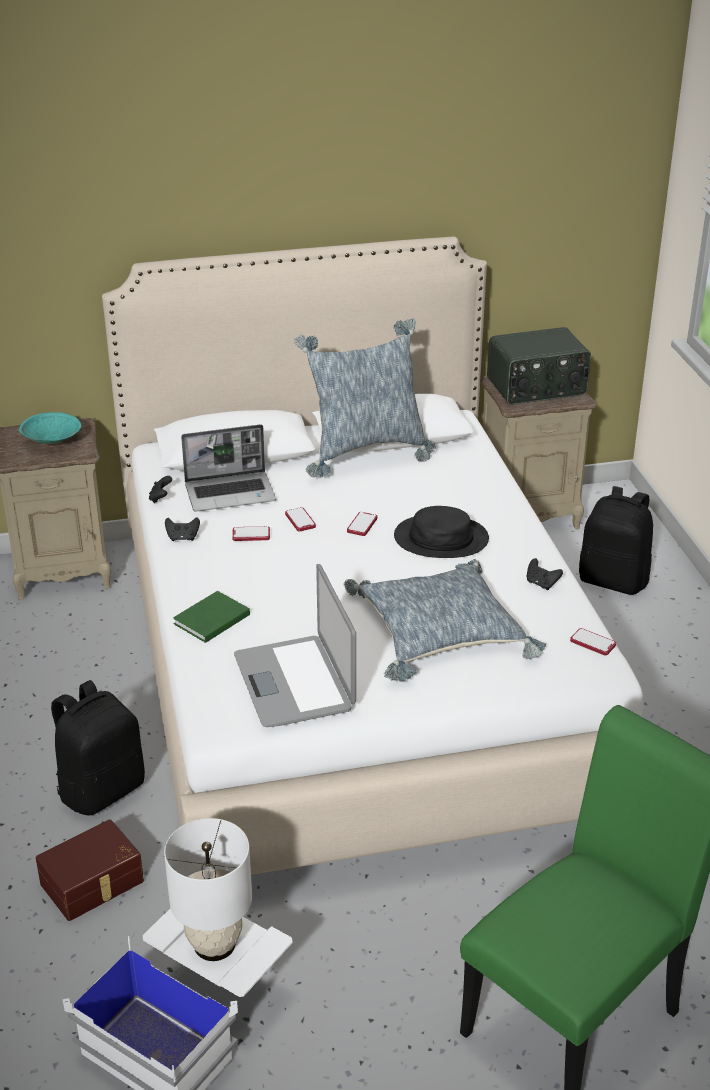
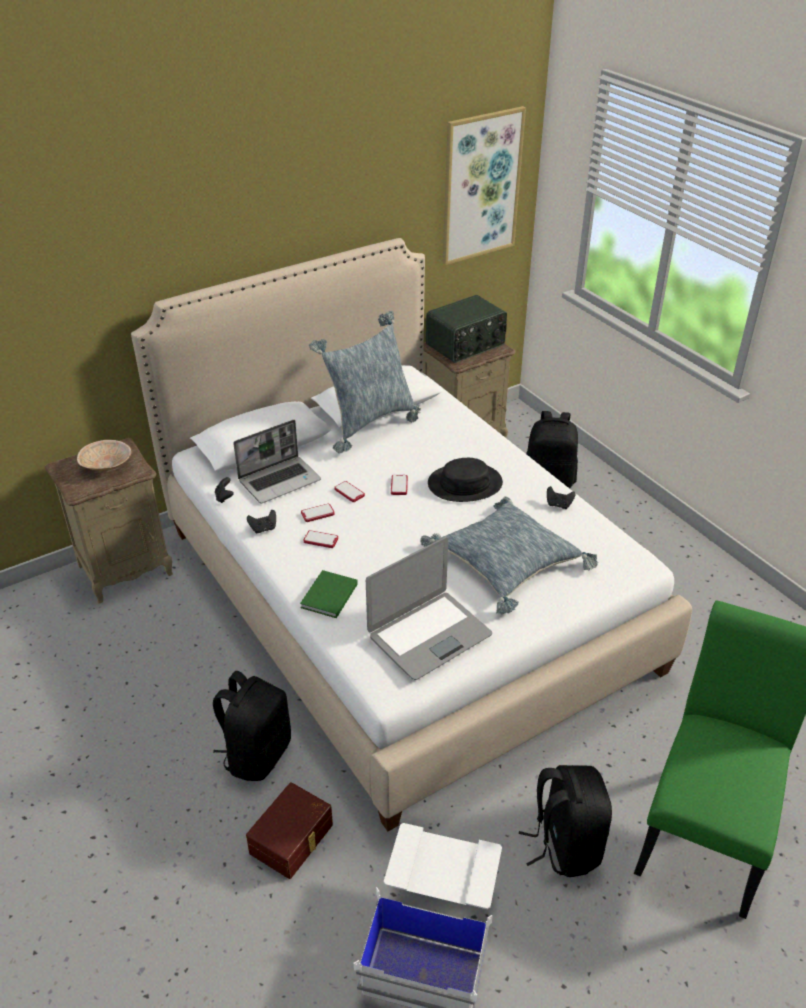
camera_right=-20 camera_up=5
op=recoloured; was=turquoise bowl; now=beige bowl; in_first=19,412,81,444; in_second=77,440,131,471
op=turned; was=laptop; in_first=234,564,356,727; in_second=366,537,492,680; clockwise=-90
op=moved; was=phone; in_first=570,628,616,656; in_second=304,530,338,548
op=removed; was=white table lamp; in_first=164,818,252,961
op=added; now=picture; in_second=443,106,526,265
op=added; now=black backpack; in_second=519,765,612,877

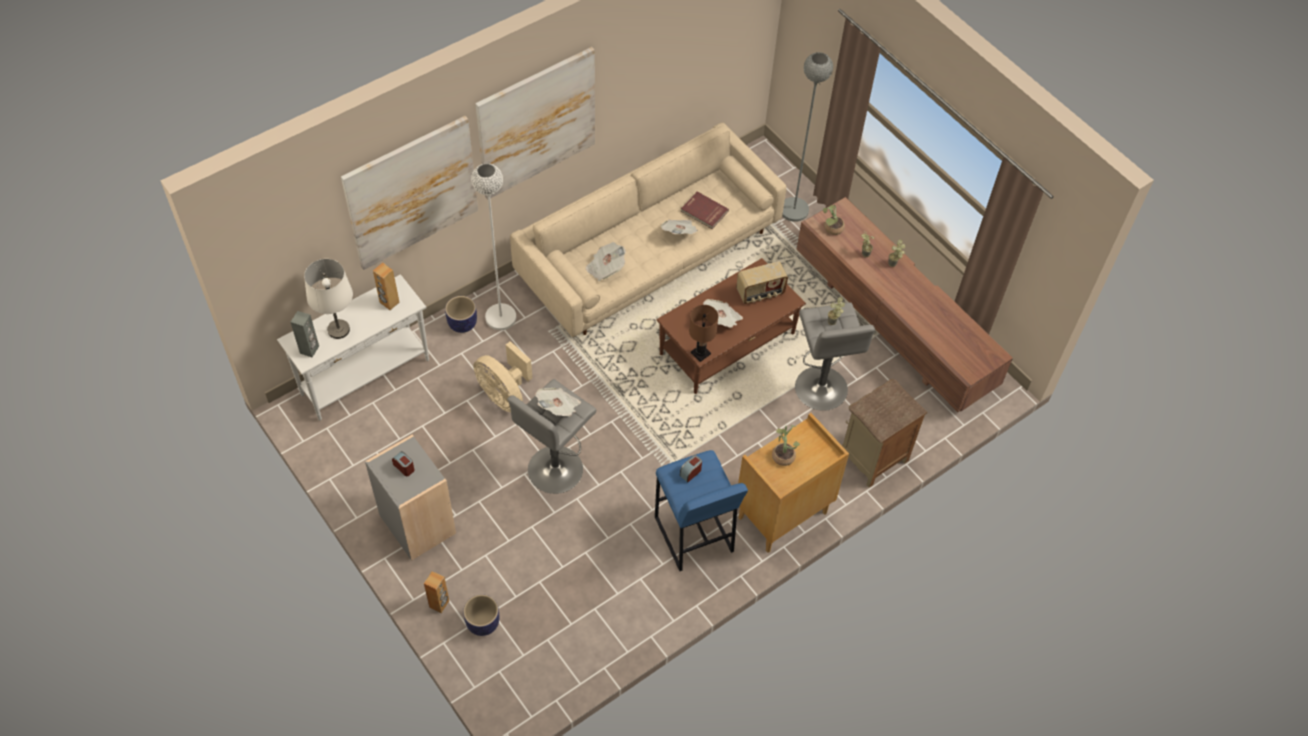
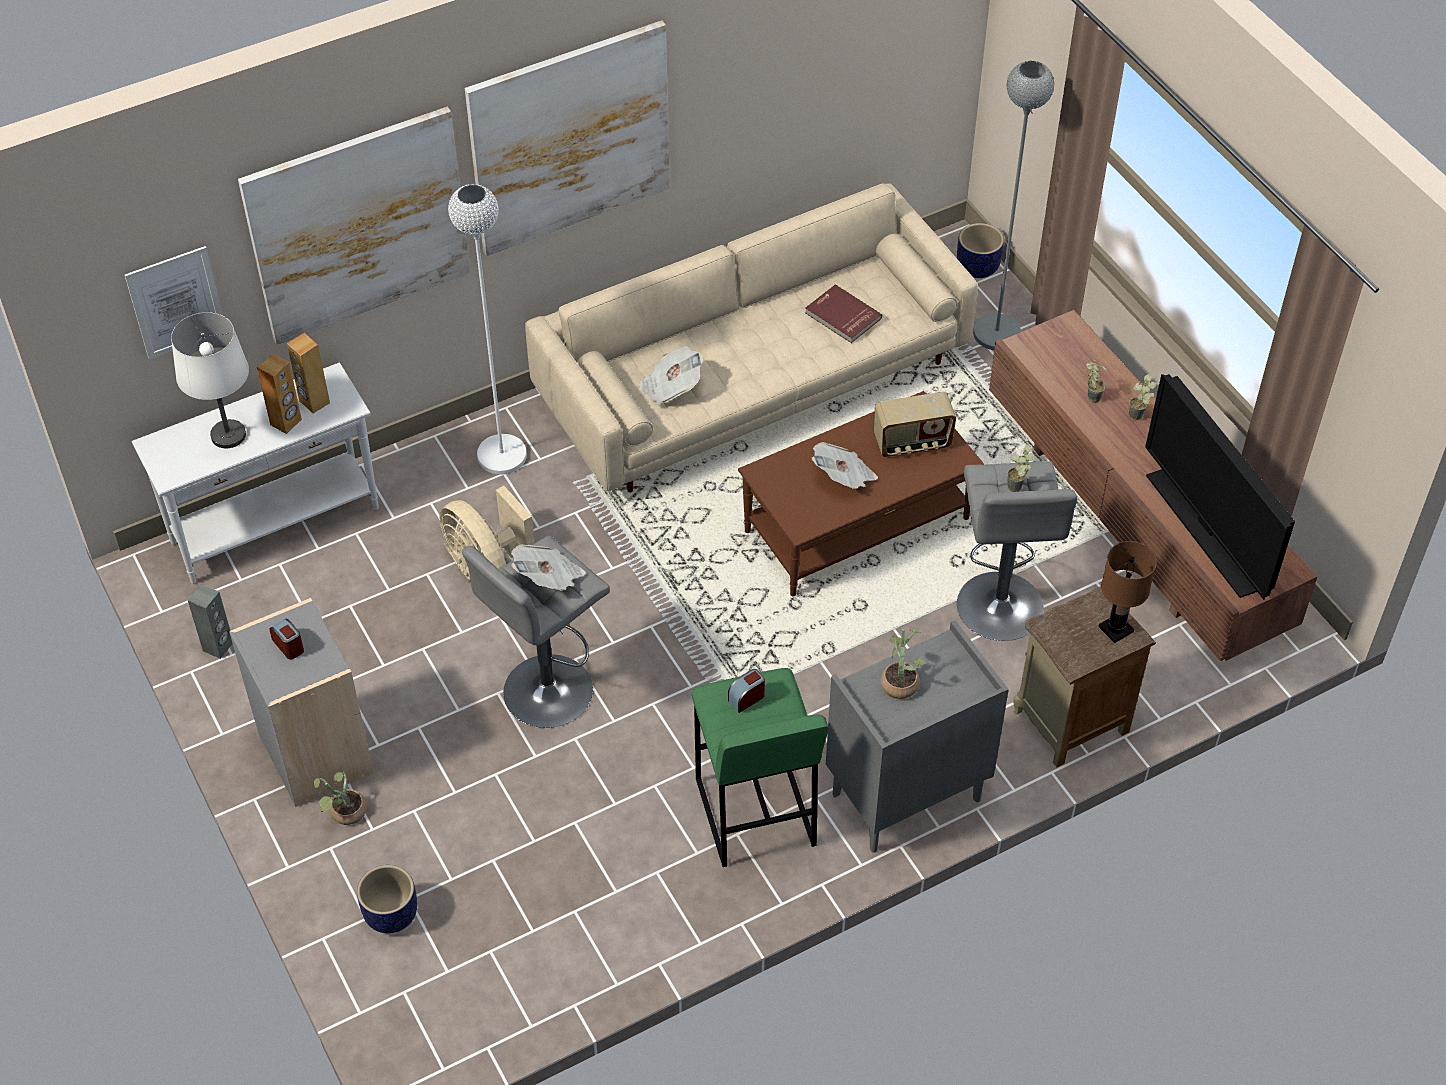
camera_right=10 camera_up=-5
op=moved; was=potted plant; in_first=823,205,845,235; in_second=314,772,367,825
op=removed; was=newspaper; in_first=661,219,698,234
op=moved; was=planter; in_first=445,296,477,333; in_second=957,223,1004,278
op=moved; was=brown table lamp; in_first=689,305,718,362; in_second=1099,541,1156,643
op=moved; was=grey speaker; in_first=291,311,319,357; in_second=188,585,233,659
op=recoloured; was=brown cabinet; now=grey cabinet; in_first=738,413,849,553; in_second=826,620,1009,853
op=recoloured; was=blue stool; now=green stool; in_first=655,450,748,571; in_second=692,668,829,867
op=moved; was=brown speaker; in_first=424,571,449,613; in_second=257,354,302,434
op=added; now=picture; in_second=125,246,223,359
op=added; now=television; in_second=1145,374,1295,600

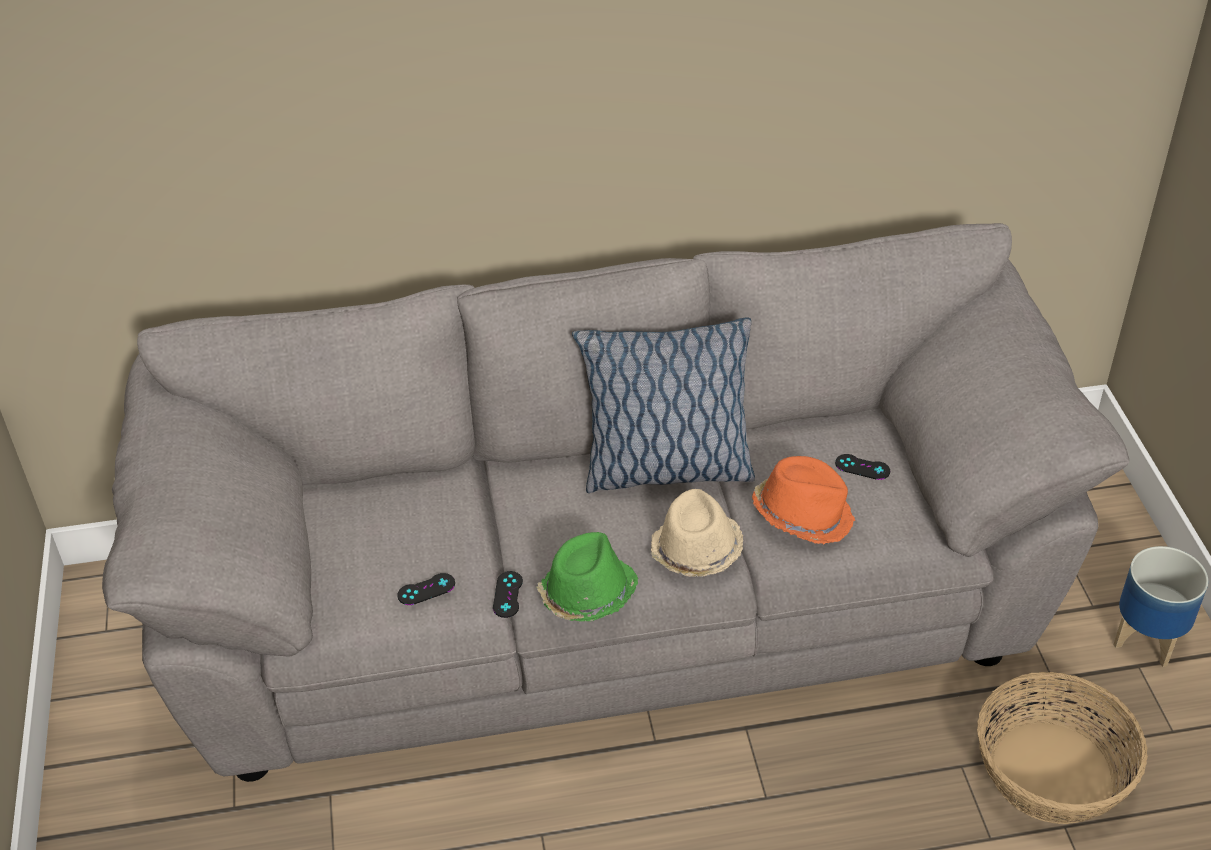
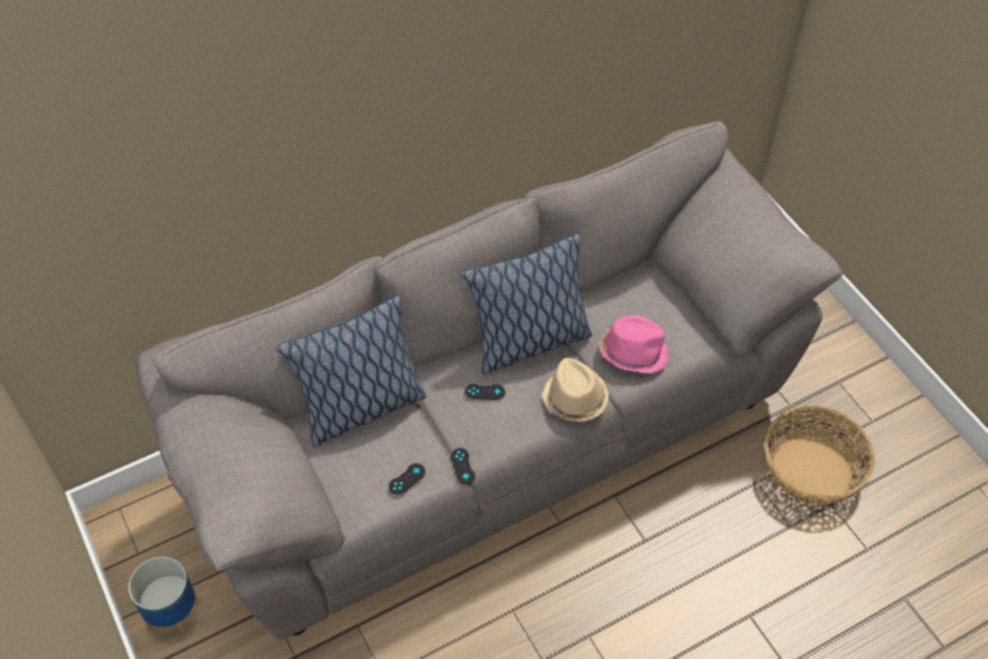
camera_right=-20 camera_up=10
op=moved; was=black game controller; in_first=835,454,890,480; in_second=465,384,505,400
op=recoloured; was=orange hat; now=pink hat; in_first=752,456,855,544; in_second=598,315,669,373
op=removed; was=green hat; in_first=536,532,638,622
op=moved; was=planter; in_first=1113,546,1208,667; in_second=128,556,200,637
op=added; now=pillow; in_second=276,295,427,447

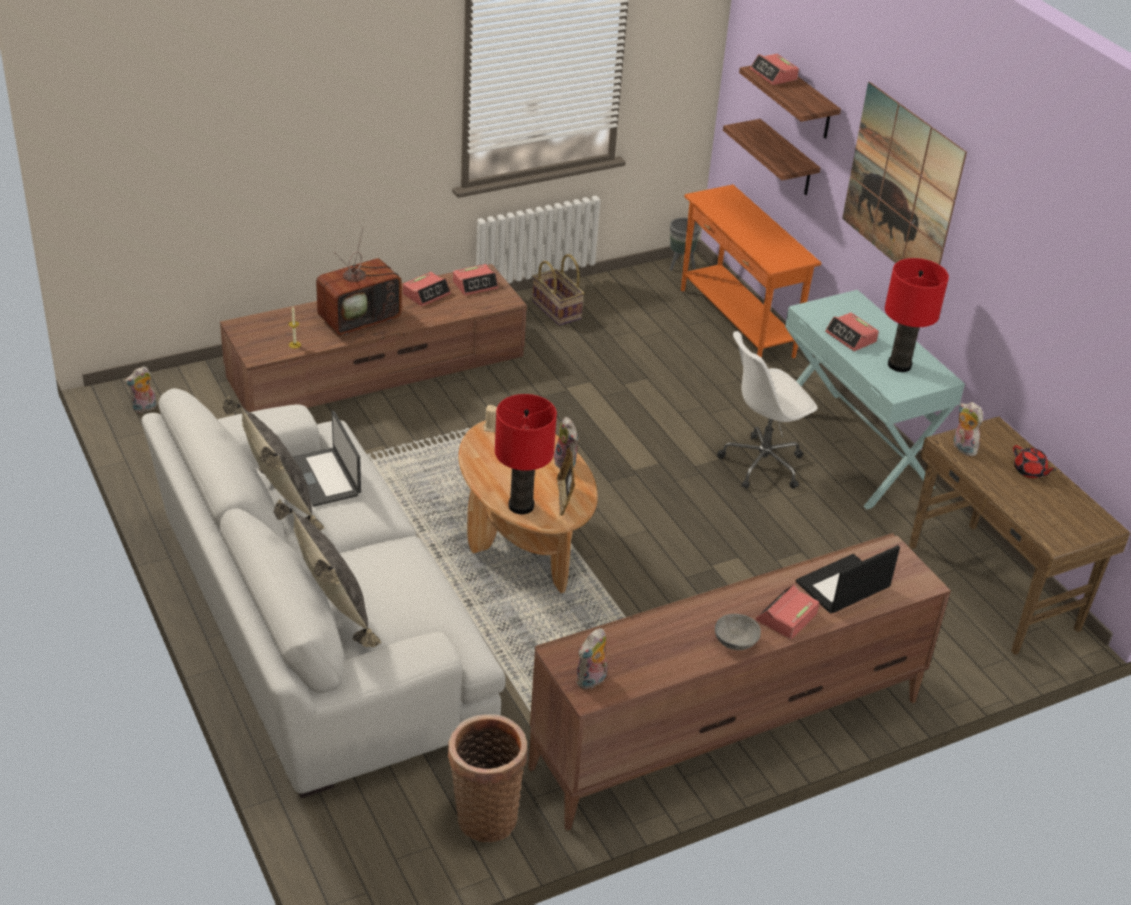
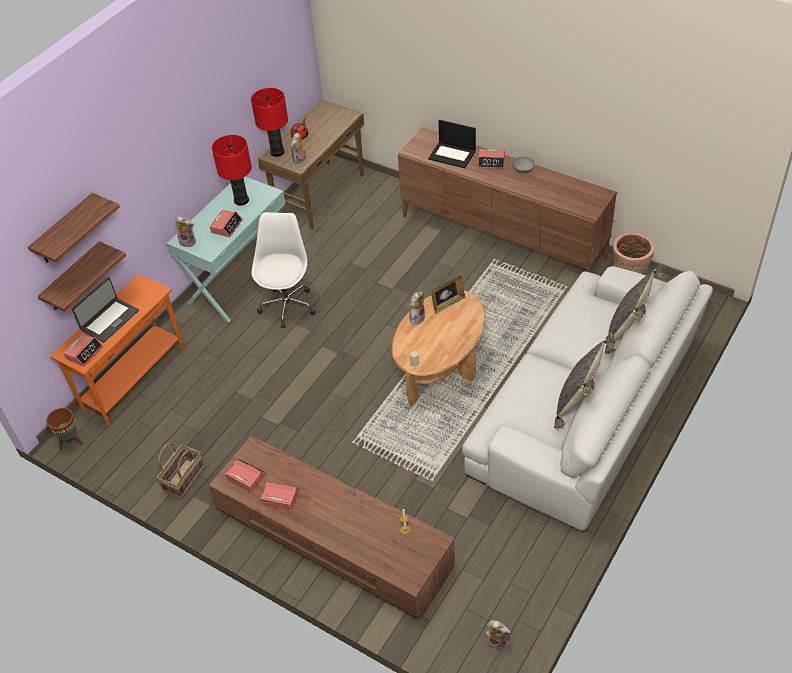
camera_right=-115 camera_up=10
op=moved; was=alarm clock; in_first=750,54,799,85; in_second=63,333,103,367
op=removed; was=picture; in_first=842,82,967,265
op=recoloured; was=grey planter; now=brown planter; in_first=670,218,701,271; in_second=46,408,83,450
op=removed; was=television; in_first=316,227,402,335
op=turned; was=white office chair; in_first=717,331,818,489; in_second=251,212,316,328; clockwise=-120
op=moved; was=red table lamp; in_first=495,394,557,514; in_second=251,88,288,157
op=moved; was=laptop; in_first=293,411,361,507; in_second=72,277,139,343
op=moved; was=plush toy; in_first=576,628,607,690; in_second=175,216,196,247

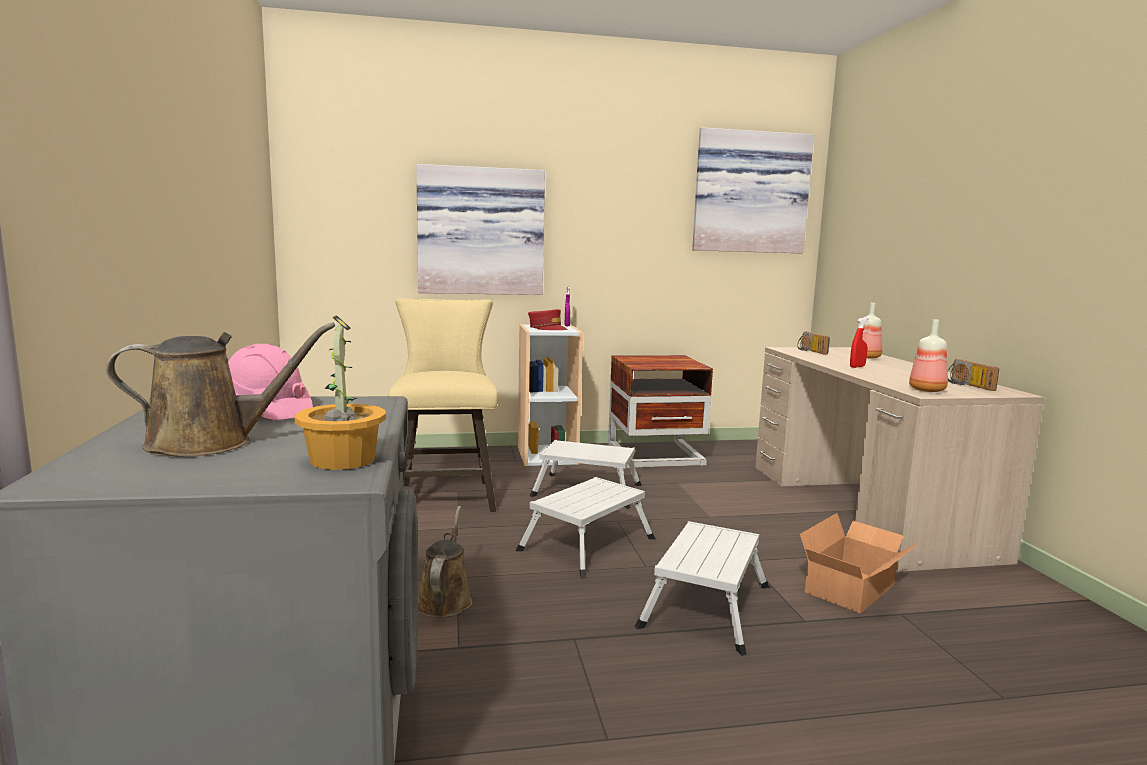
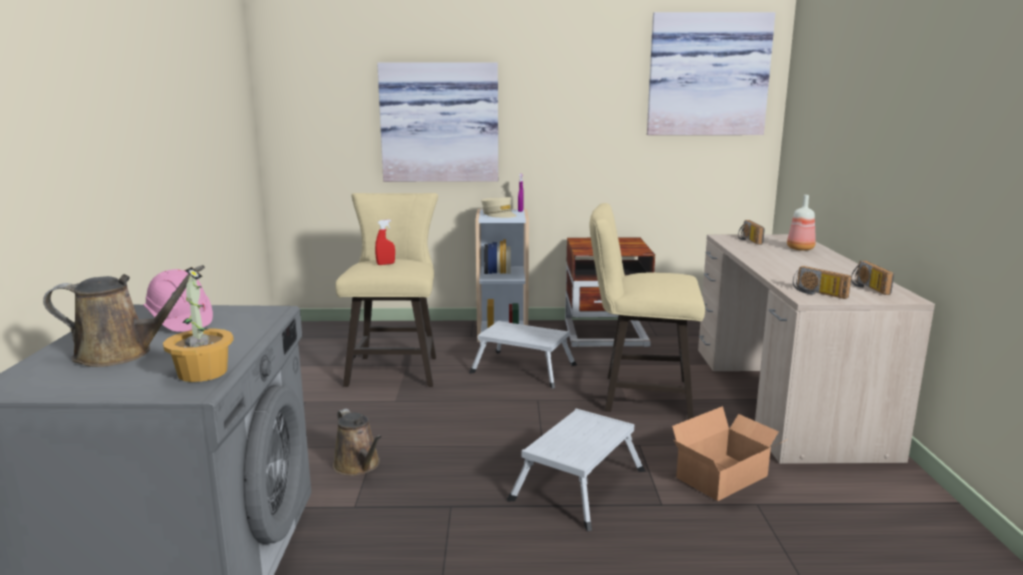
camera_right=10 camera_up=5
op=recoloured; was=red cap; now=beige cap; in_first=528,309,568,330; in_second=481,197,516,218
op=moved; was=red spray bottle; in_first=850,318,869,368; in_second=375,219,395,265
op=replaced; was=bottle; now=radio; in_first=909,319,948,392; in_second=793,266,851,299
op=removed; was=white step ladder; in_first=516,477,655,578
op=turned; was=brown watering can; in_first=418,506,472,618; in_second=333,408,382,476; clockwise=135
op=added; now=beige stool; in_second=589,203,705,419

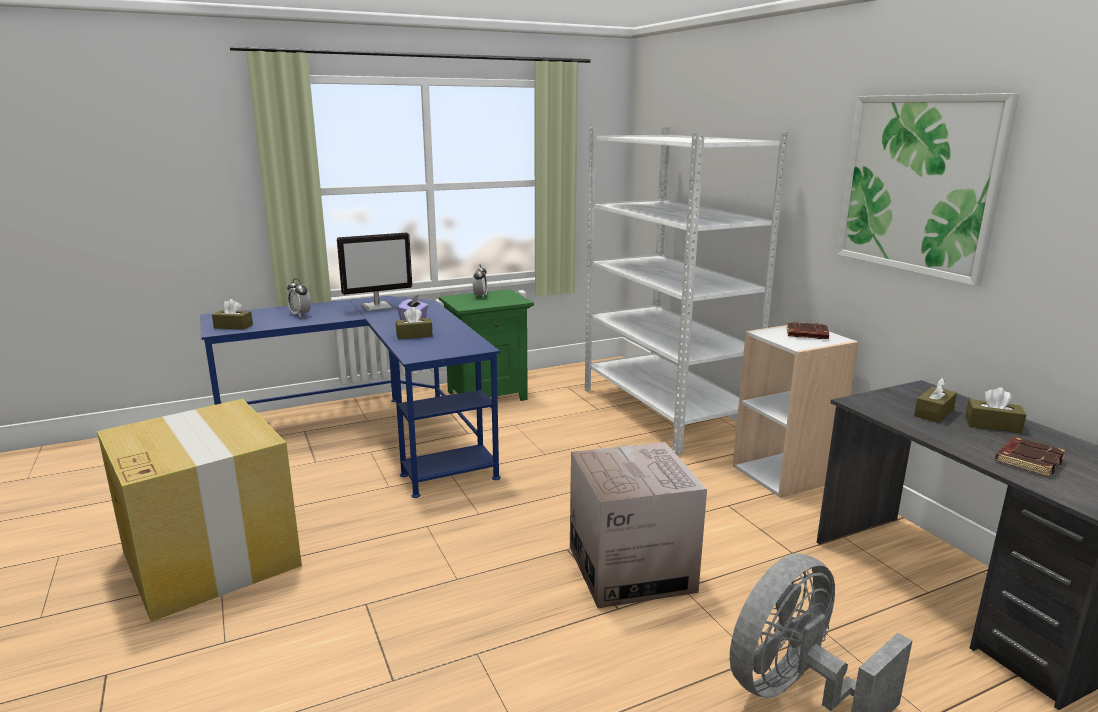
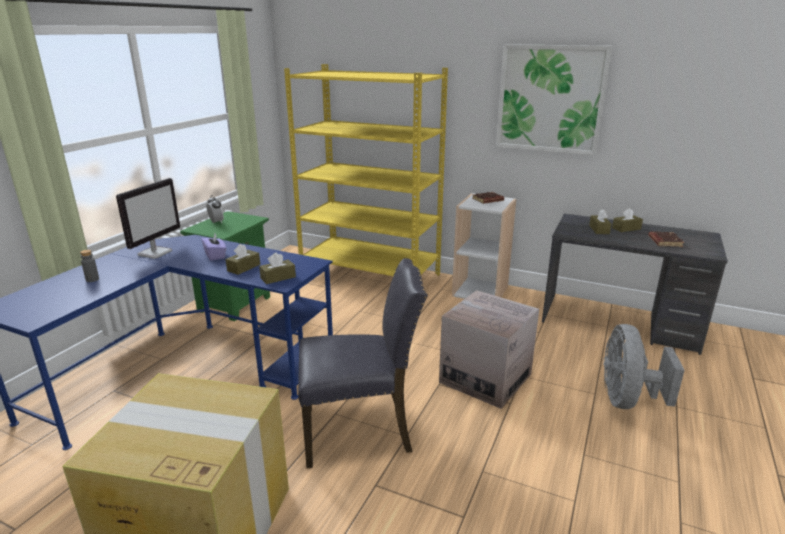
camera_right=-40 camera_up=5
op=recoloured; was=white bookcase; now=yellow bookcase; in_first=585,127,788,456; in_second=284,64,448,276
op=replaced; was=alarm clock; now=grey bottle; in_first=287,279,311,317; in_second=80,250,99,282
op=moved; was=brown tissue box; in_first=212,299,253,330; in_second=259,252,296,284
op=added; now=grey chair; in_second=298,258,428,468

